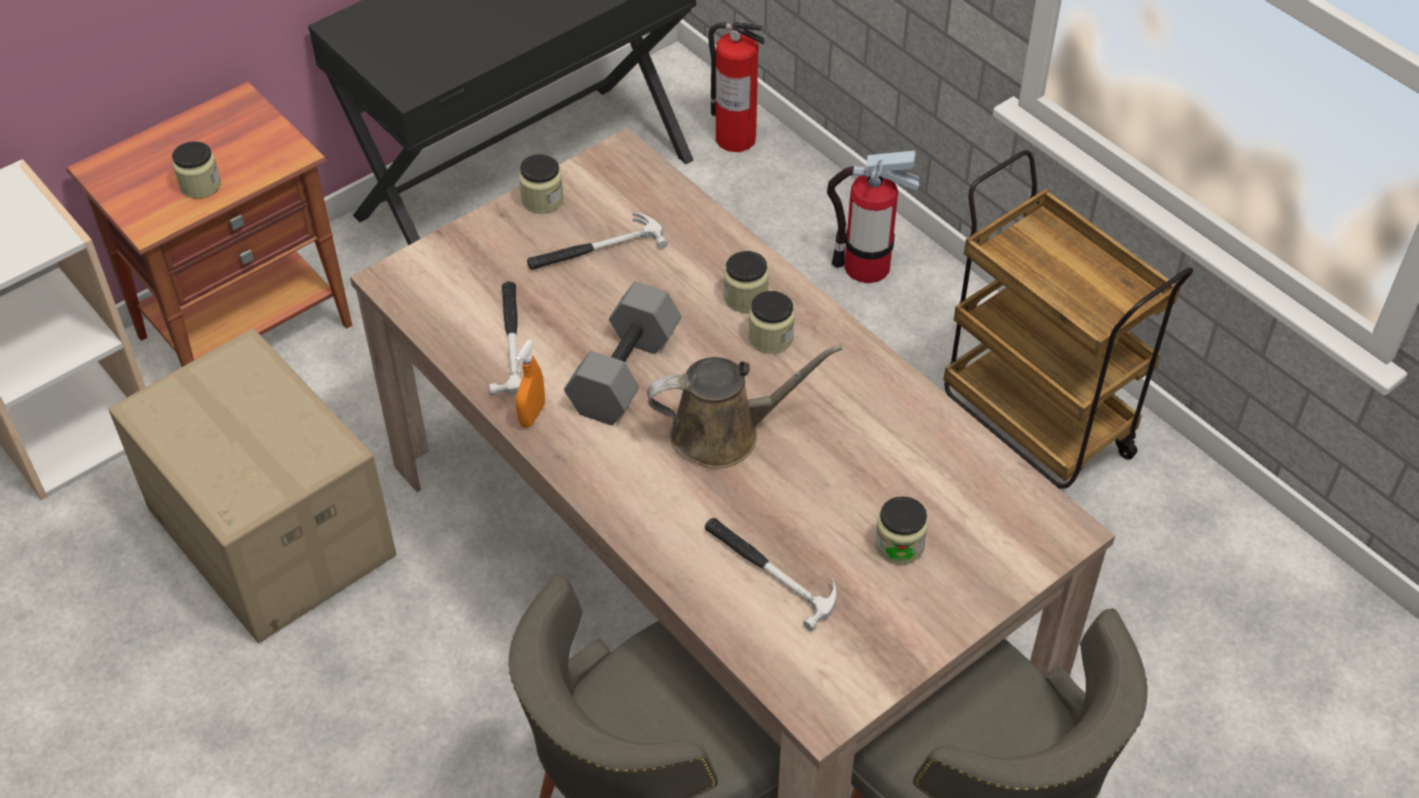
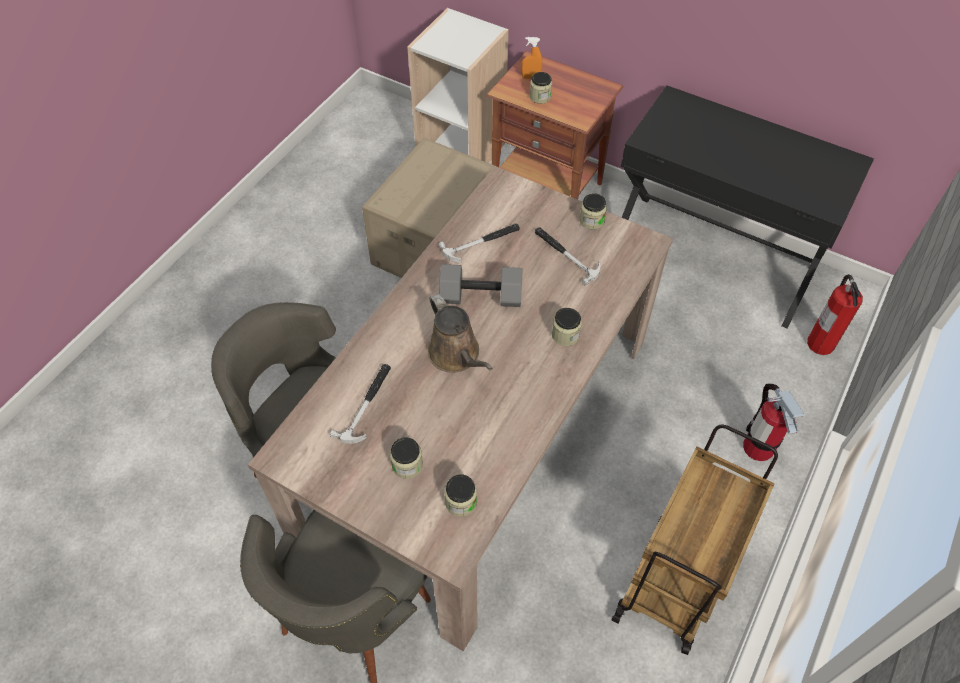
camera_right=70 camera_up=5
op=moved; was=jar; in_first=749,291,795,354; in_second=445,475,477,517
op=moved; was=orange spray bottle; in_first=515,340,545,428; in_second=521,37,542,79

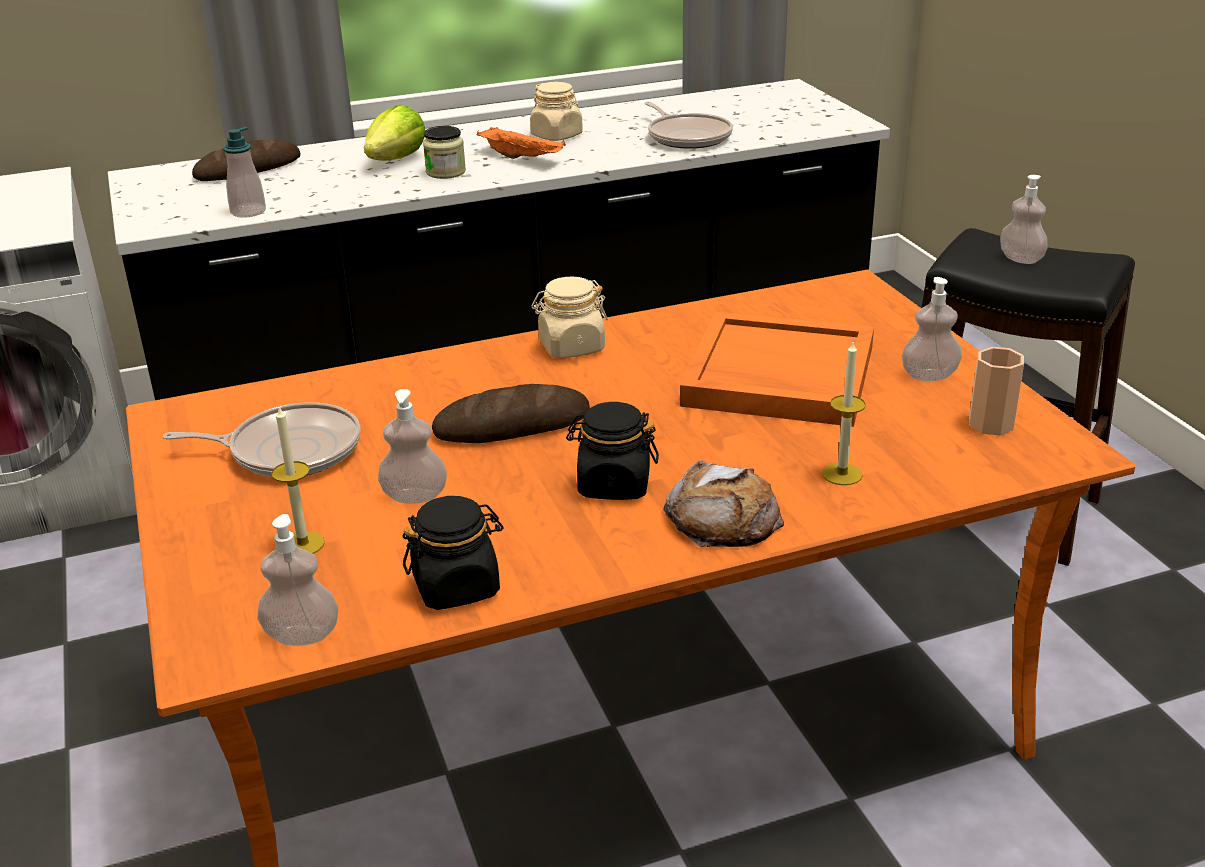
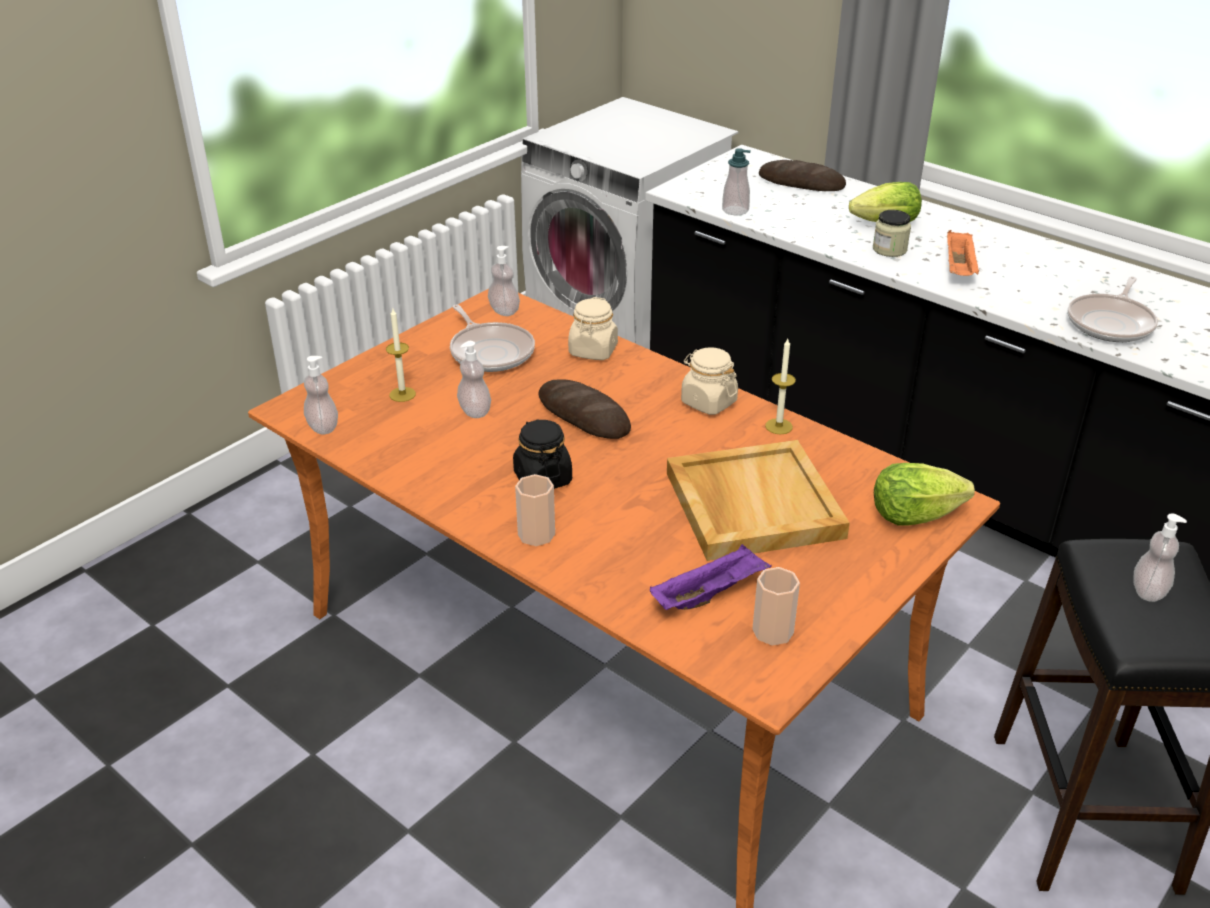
camera_right=60 camera_up=5
op=moved; was=beige jar; in_first=530,82,583,141; in_second=568,297,618,360
op=moved; was=soap dispenser; in_first=902,277,962,381; in_second=488,246,520,316
op=recoloured; was=orange tray; now=beige tray; in_first=680,312,874,427; in_second=667,440,850,561
op=moved; was=candle; in_first=822,342,866,485; in_second=765,339,796,434
op=replaced; was=bread; now=cup; in_first=663,460,784,547; in_second=515,474,555,546
op=removed; was=black jar; in_first=403,496,503,610
op=added; now=lettuce; in_second=874,463,975,526
op=added; now=purple tray; in_second=650,544,772,610

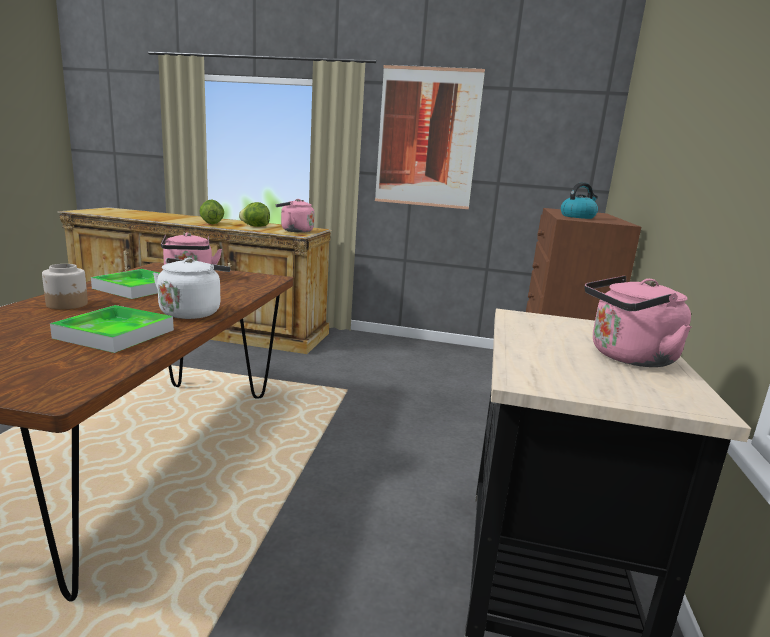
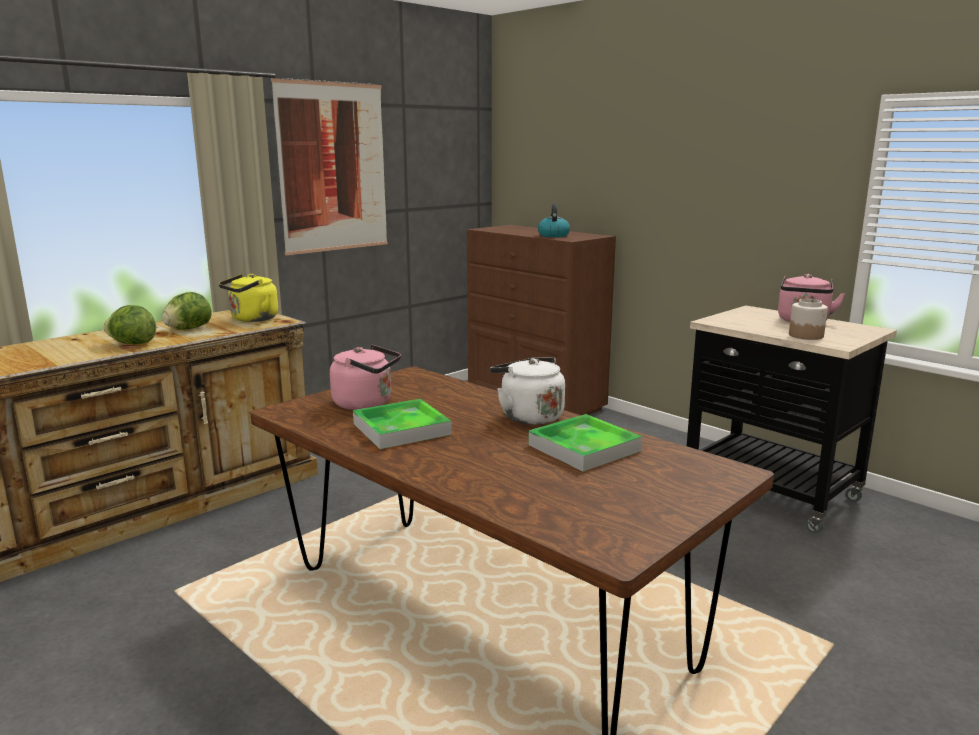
camera_right=-55 camera_up=0
op=recoloured; was=pink kettle; now=yellow kettle; in_first=275,199,315,233; in_second=219,274,278,322
op=moved; was=jar; in_first=42,264,88,309; in_second=789,299,828,340

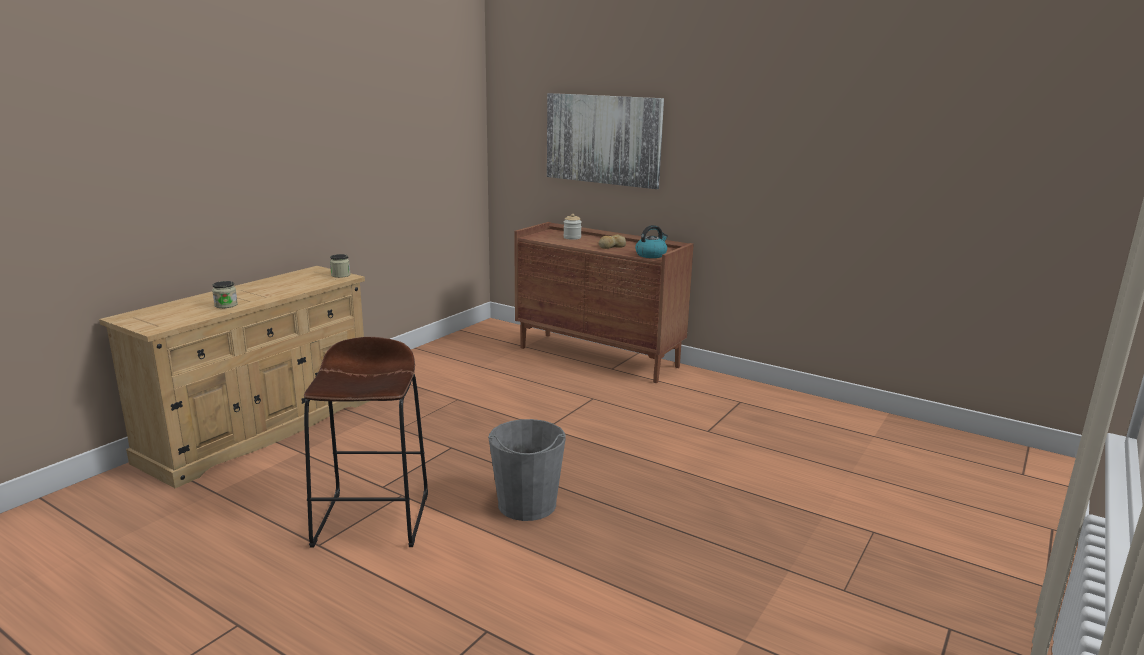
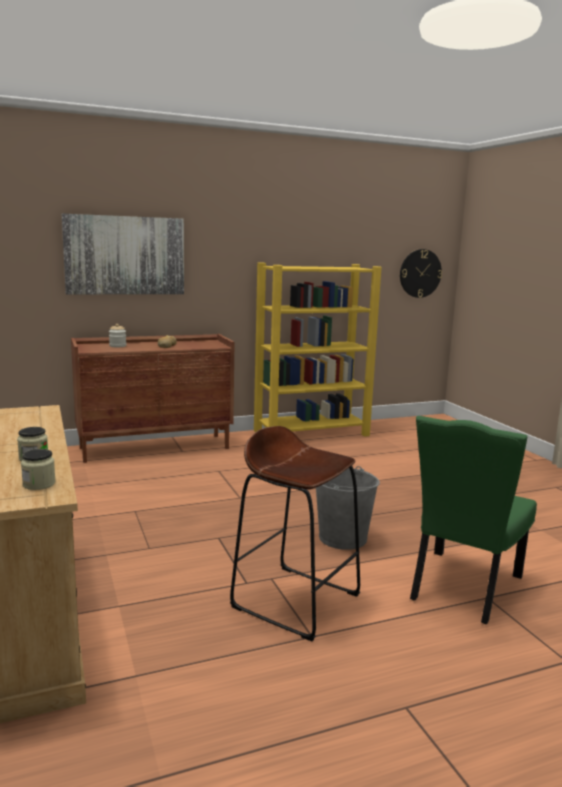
camera_right=-55 camera_up=-5
op=removed; was=kettle; in_first=635,225,668,258
op=moved; was=jar; in_first=330,254,351,278; in_second=21,449,56,490
op=added; now=wall clock; in_second=400,249,442,298
op=added; now=yellow bookcase; in_second=254,262,382,437
op=added; now=green chair; in_second=410,416,537,624

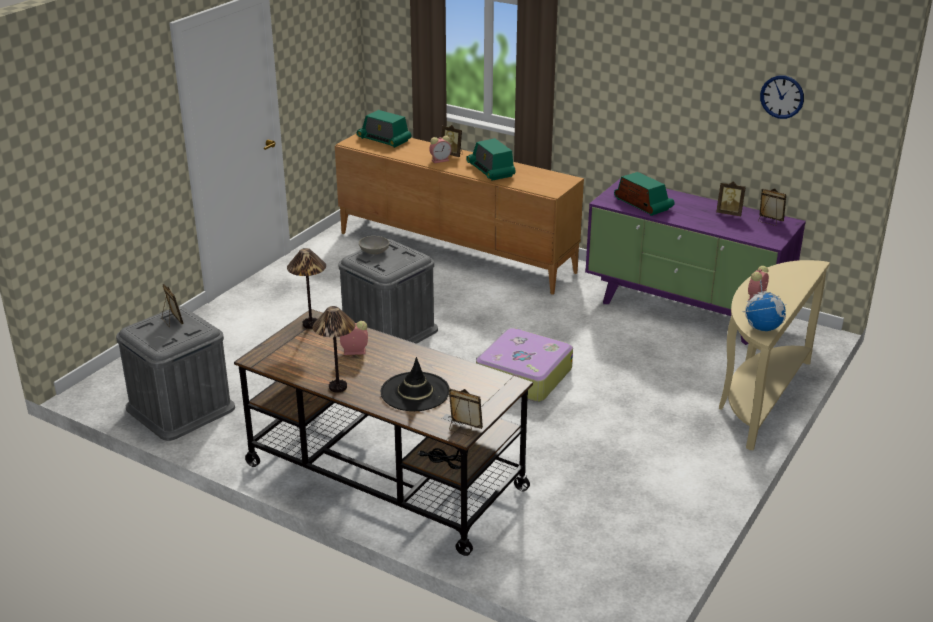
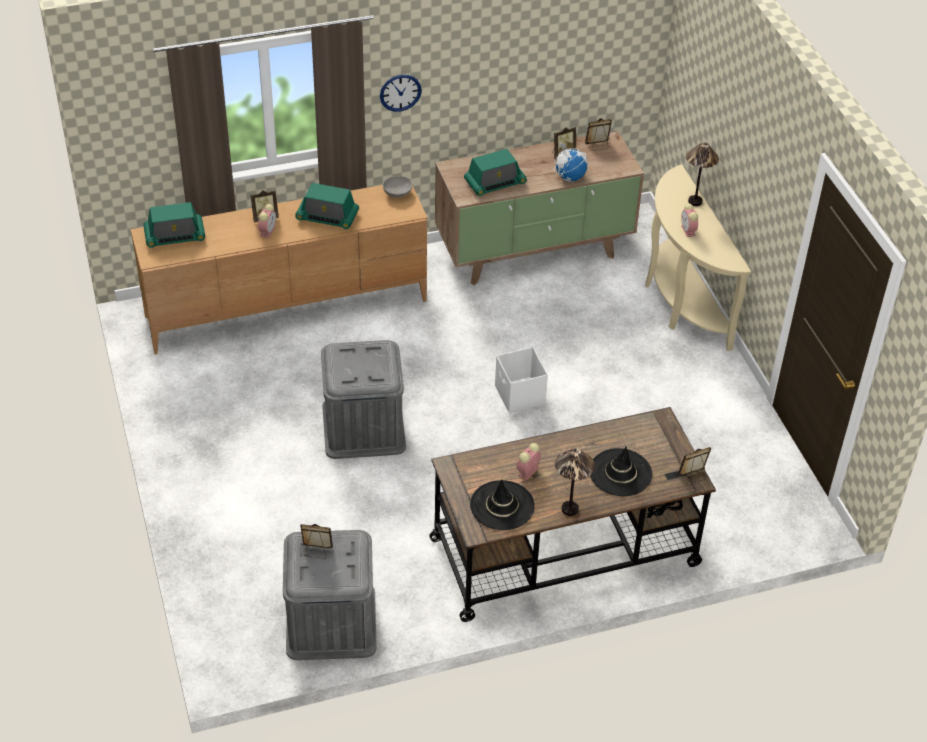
camera_right=-50 camera_up=15
op=moved; was=wall clock; in_first=760,75,804,119; in_second=380,75,422,112
op=turned; was=radio; in_first=614,172,675,216; in_second=464,149,527,196; clockwise=150
op=recoloured; was=purple dresser; now=green dresser; in_first=585,178,806,345; in_second=435,130,644,285
op=moved; was=grey bowl; in_first=359,236,390,254; in_second=383,176,412,198
op=moved; was=table lamp; in_first=287,248,326,329; in_second=686,143,719,206
op=moved; was=globe; in_first=743,280,787,331; in_second=554,143,588,182
op=replaced; was=suitcase; now=white storage box; in_first=476,328,573,402; in_second=495,347,548,413
op=added; now=black hat; in_second=470,480,535,530

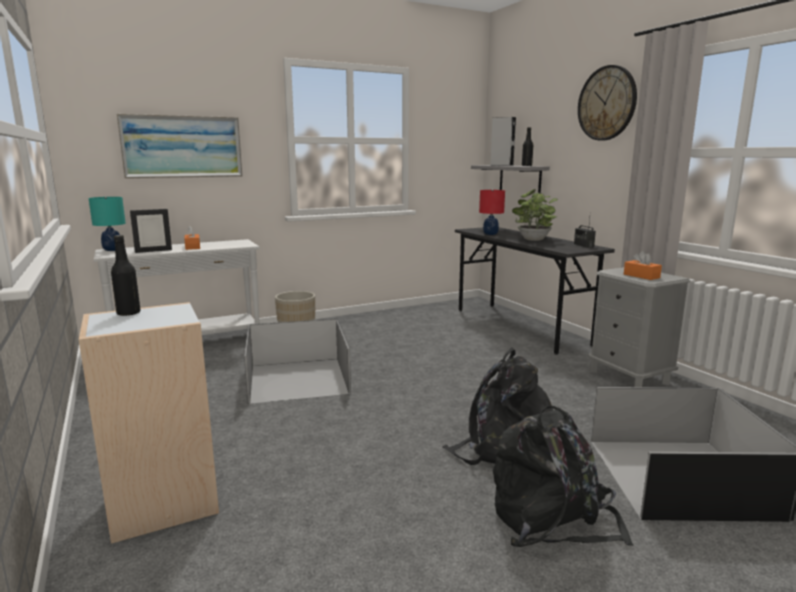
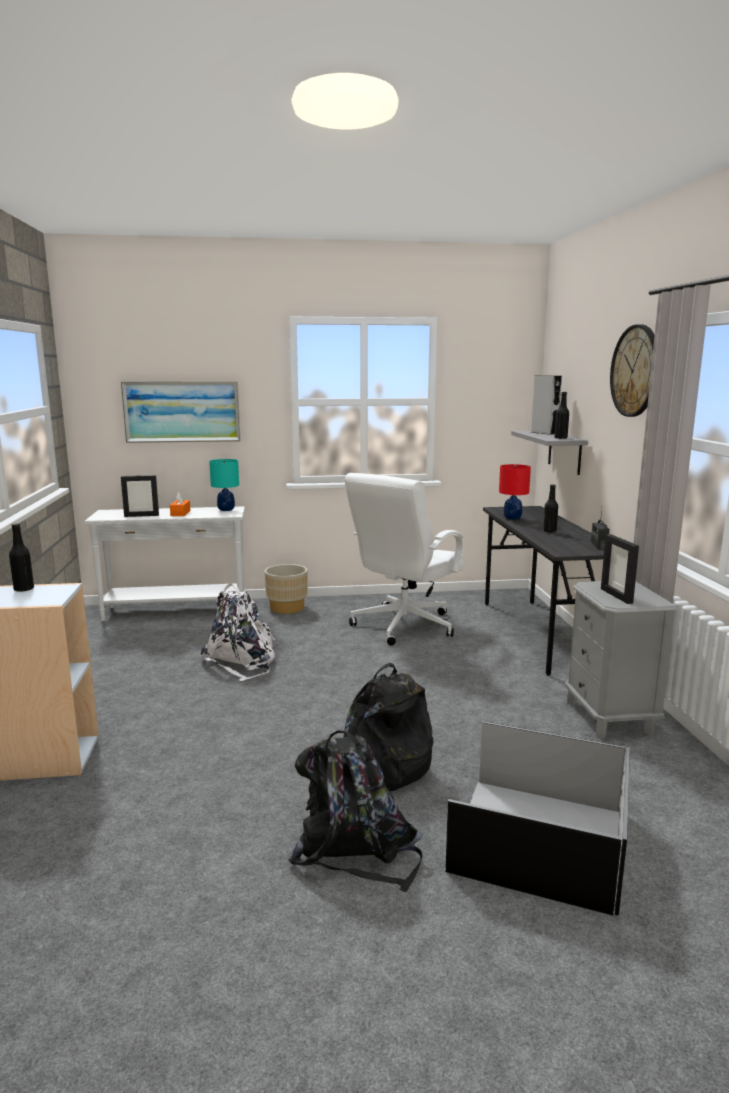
camera_right=20 camera_up=0
op=replaced; was=potted plant; now=black bottle; in_first=512,189,558,241; in_second=543,484,558,533
op=moved; was=turquoise table lamp; in_first=89,197,126,251; in_second=209,459,239,511
op=replaced; was=orange tissue box; now=picture frame; in_first=624,251,662,280; in_second=601,534,639,604
op=replaced; was=black storage box; now=white backpack; in_first=244,319,351,404; in_second=200,584,275,681
op=added; now=white office chair; in_second=345,473,465,645

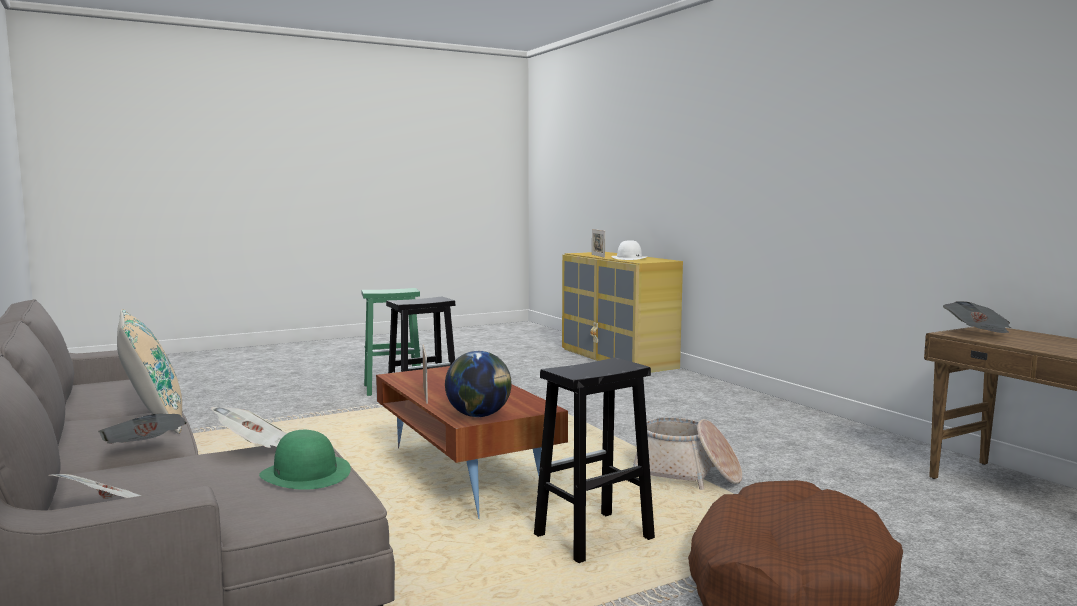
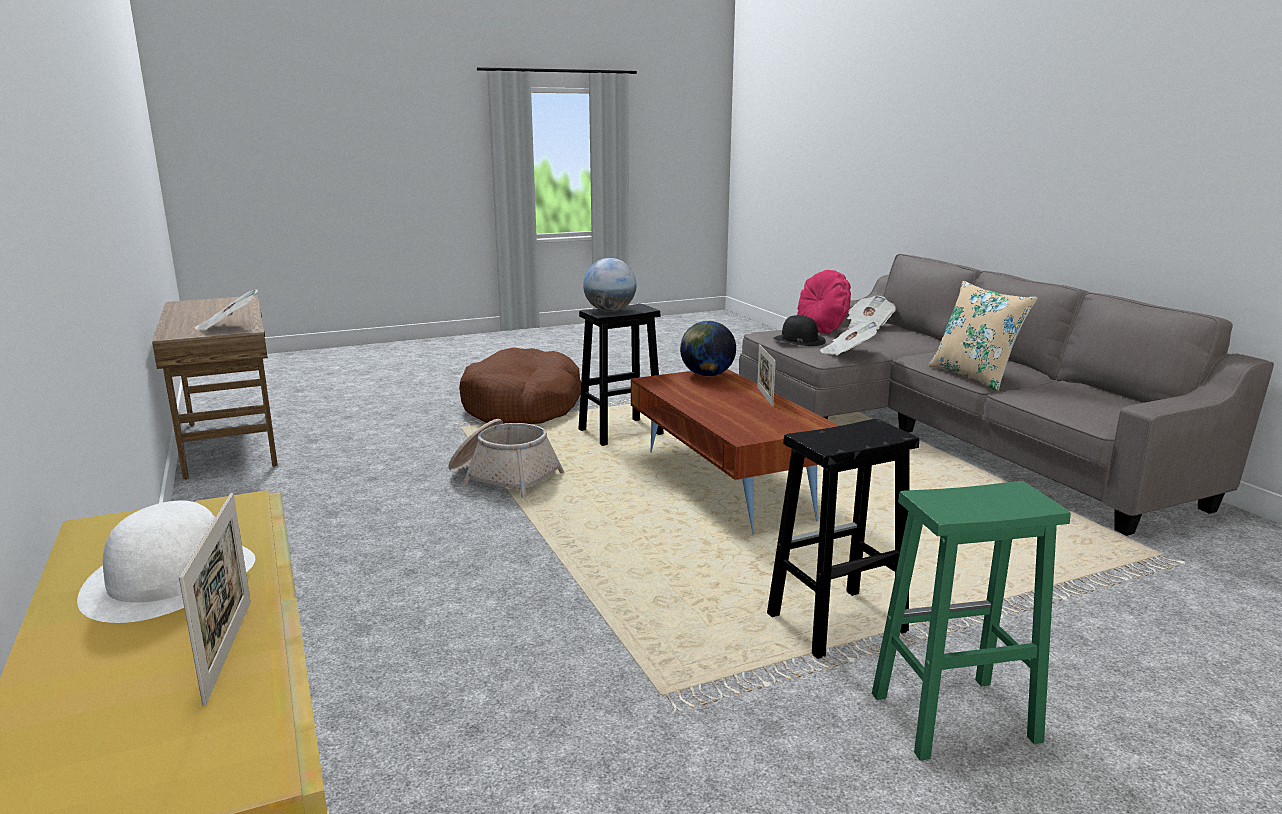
camera_right=-175 camera_up=10
op=removed; was=newspaper; in_first=98,413,187,443
op=recoloured; was=green hat; now=black hat; in_first=259,430,351,490; in_second=774,315,826,346
op=added; now=globe; in_second=583,258,637,312
op=added; now=pink pillow; in_second=797,270,851,334

